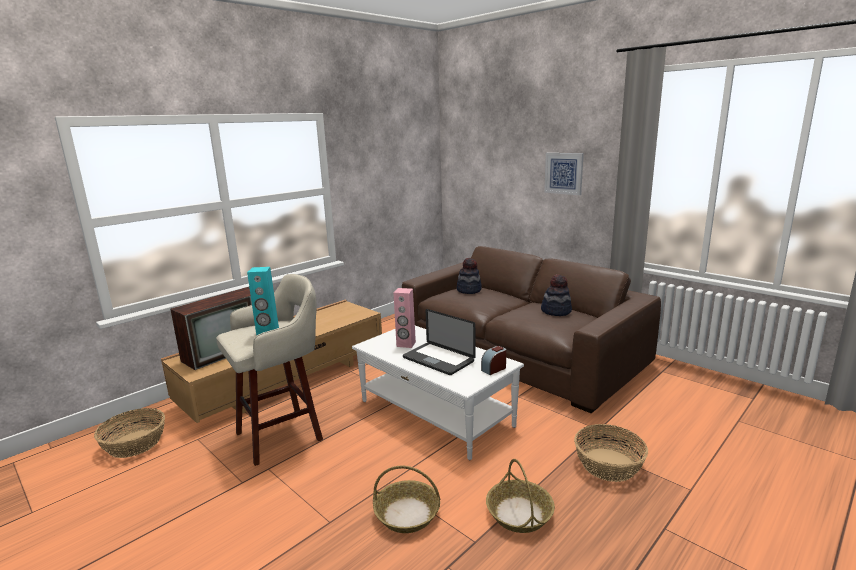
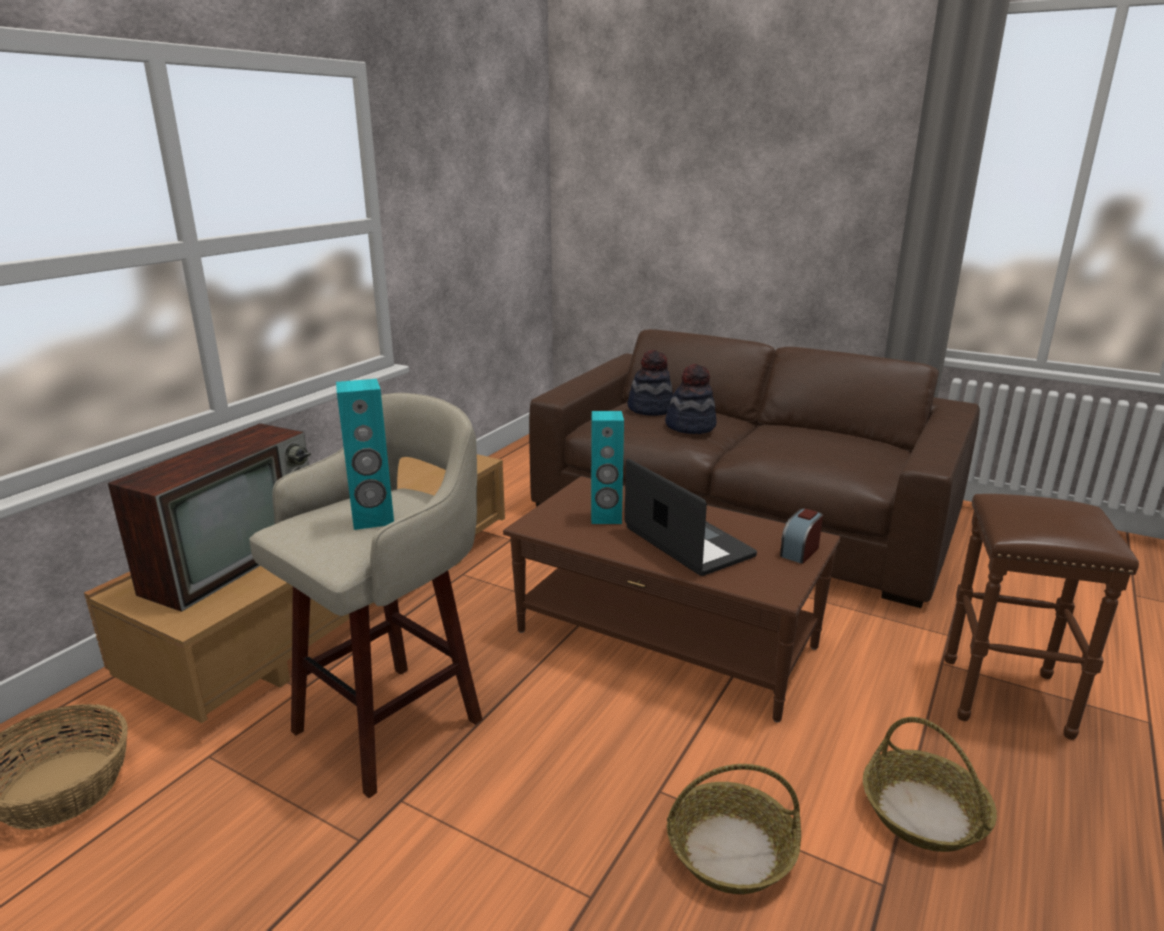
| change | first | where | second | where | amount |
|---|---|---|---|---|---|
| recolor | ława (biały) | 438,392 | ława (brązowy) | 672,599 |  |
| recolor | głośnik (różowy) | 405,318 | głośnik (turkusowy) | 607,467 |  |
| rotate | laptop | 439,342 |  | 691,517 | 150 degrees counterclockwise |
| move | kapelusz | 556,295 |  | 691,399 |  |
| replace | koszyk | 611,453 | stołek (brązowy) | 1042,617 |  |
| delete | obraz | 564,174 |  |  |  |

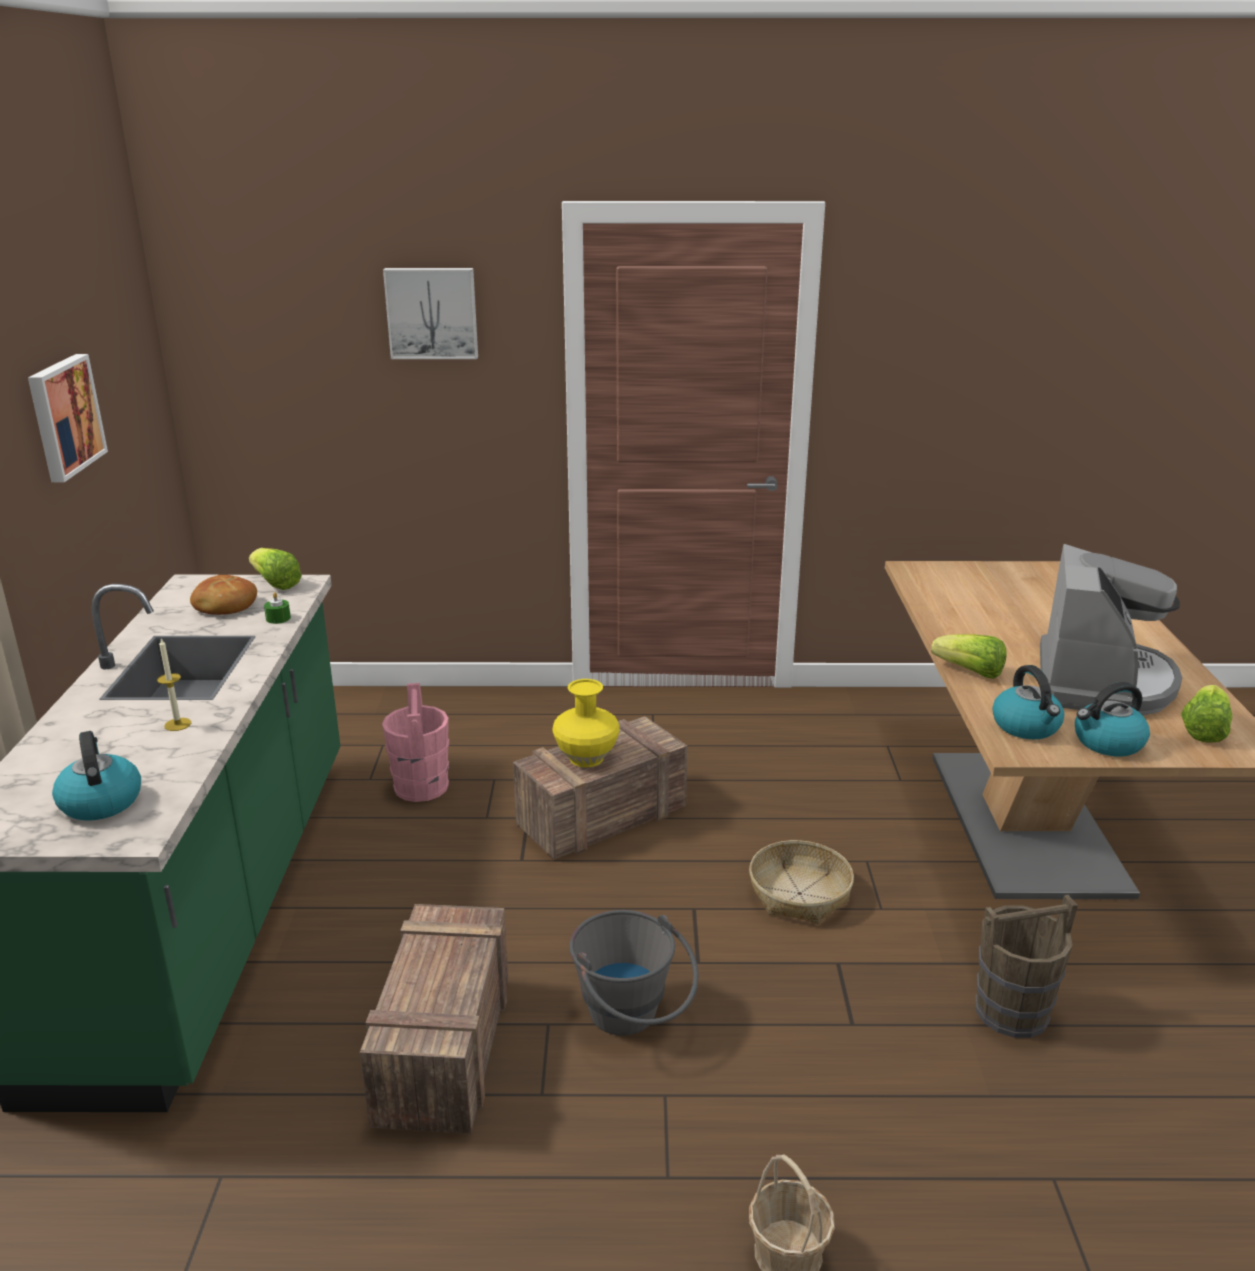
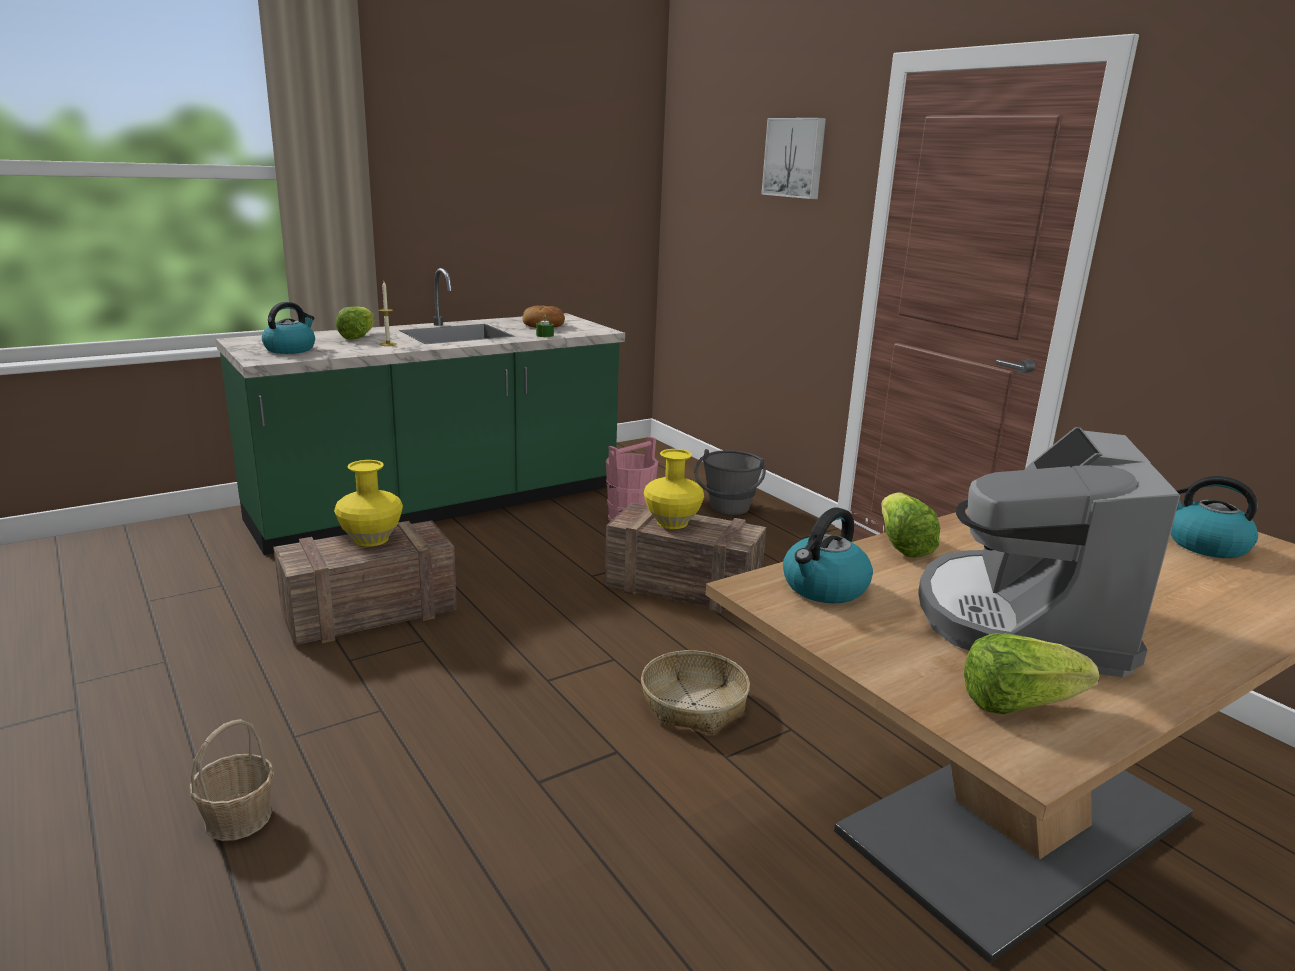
| change | first | where | second | where | amount |
|---|---|---|---|---|---|
| insert |  |  | wazon (żółty) | 368,503 |  |
| move | sałata | 275,569 |  | 355,323 |  |
| move | wiadro (szary) | 633,973 |  | 730,482 |  |
| rotate | ekspres do kawy | 1111,630 |  | 1049,552 | 120 degrees clockwise |
| move | czajnik | 1112,719 |  | 1214,517 |  |
| delete | obraz | 68,418 |  |  |  |
| delete | wiadro (brązowy) | 1026,966 |  |  |  |

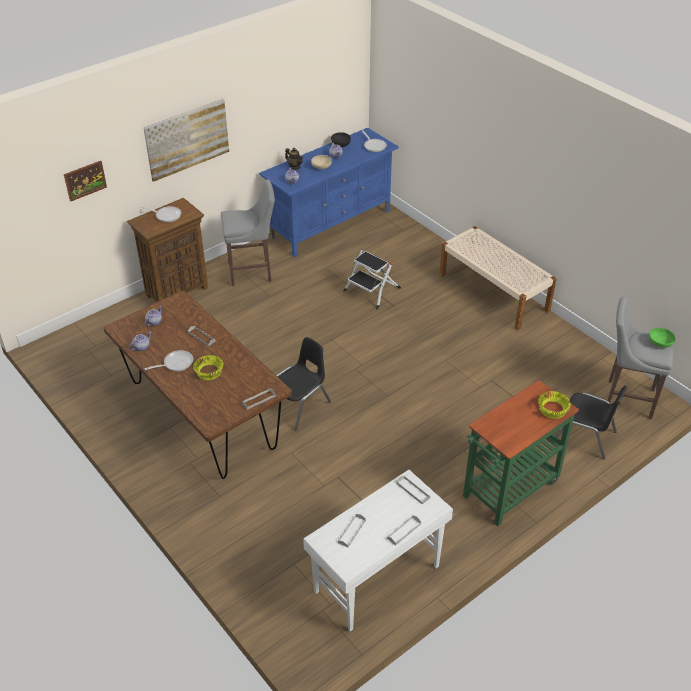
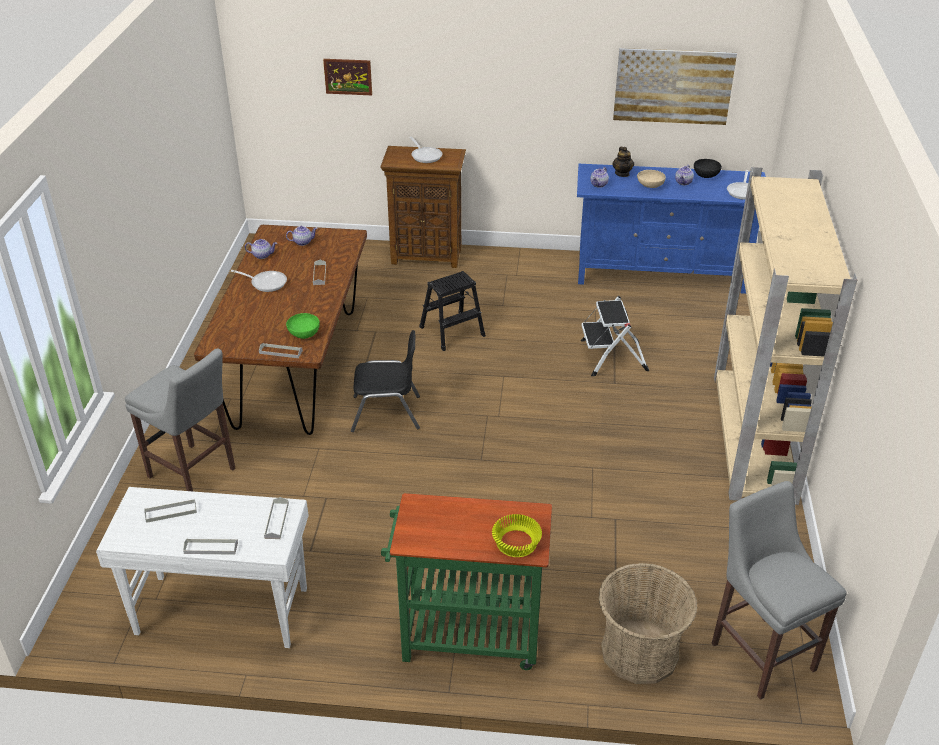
| change | first | where | second | where | amount |
|---|---|---|---|---|---|
| move | stołek (szary) | 248,232 |  | 180,419 |  |
| move | miska (zielony) | 662,338 |  | 303,326 |  |
| insert |  |  | drabinka (czarny) | 452,311 |  |
| replace | krzesło (czarny) | 591,422 | koszyk | 648,623 |  |
| move | obraz | 186,140 |  | 675,86 |  |
| replace | ławka (beżowy) | 498,278 | regał (beżowy) | 785,336 |  |
| delete | miska (żółty) | 208,367 |  |  |  |

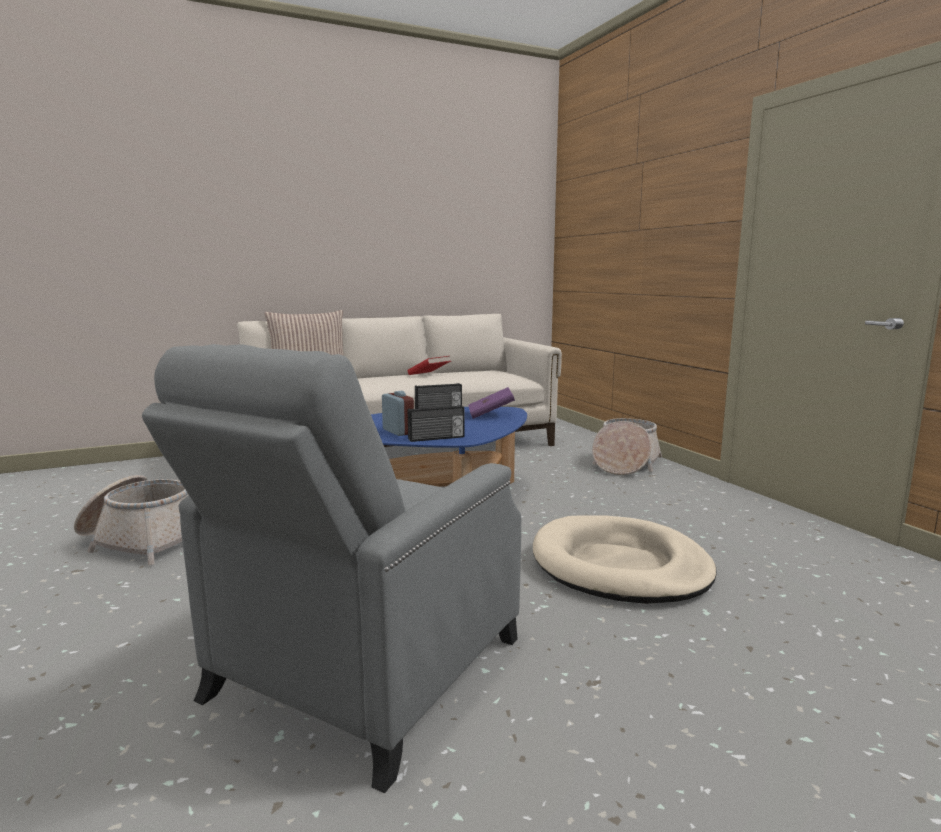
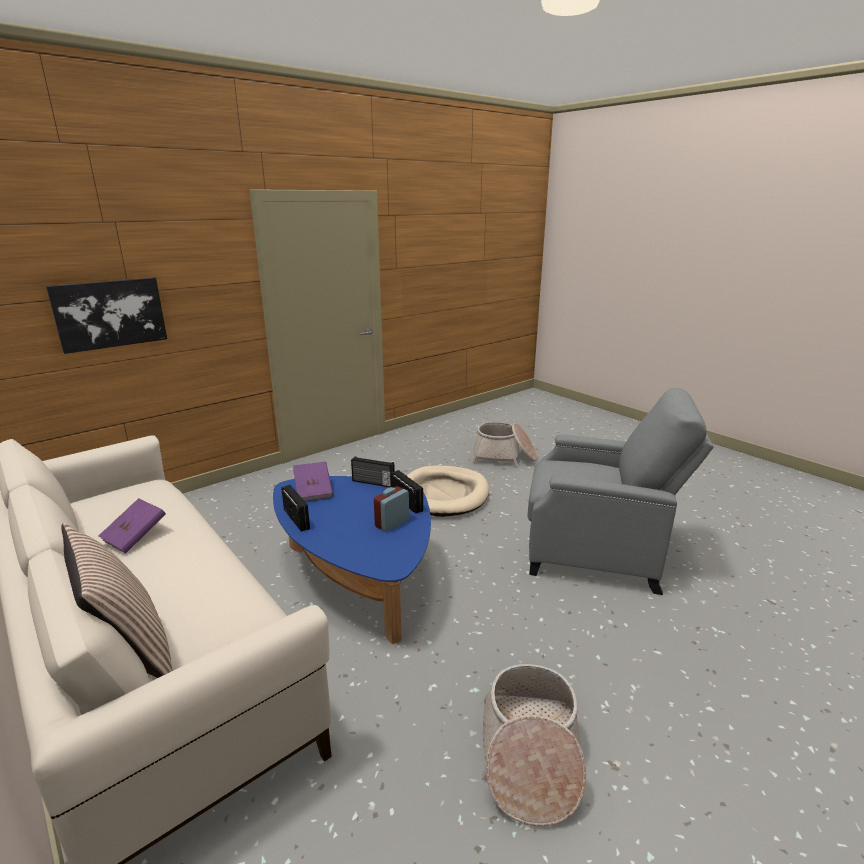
| change | first | where | second | where | amount |
|---|---|---|---|---|---|
| insert |  |  | obraz | 106,315 |  |
| recolor | książka (czerwony) | 429,365 | książka (fioletowy) | 132,526 |  |
| insert |  |  | radio | 373,471 |  |
| move | koszyk | 627,446 |  | 504,444 |  |

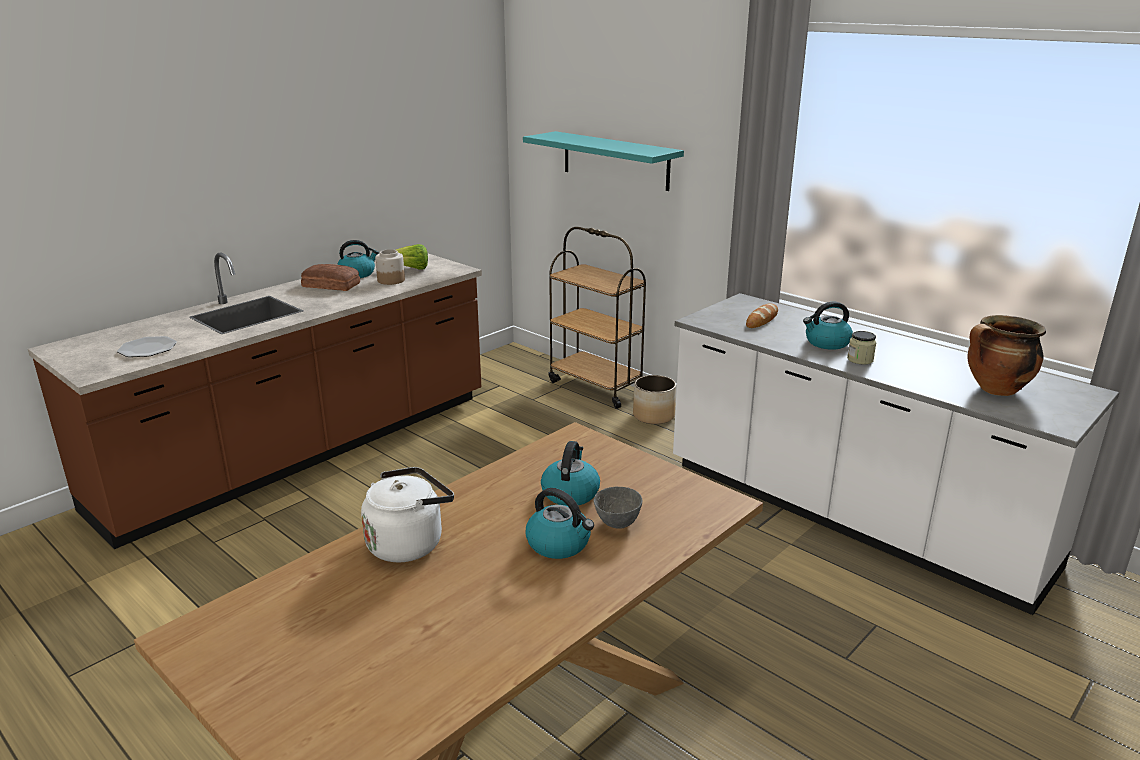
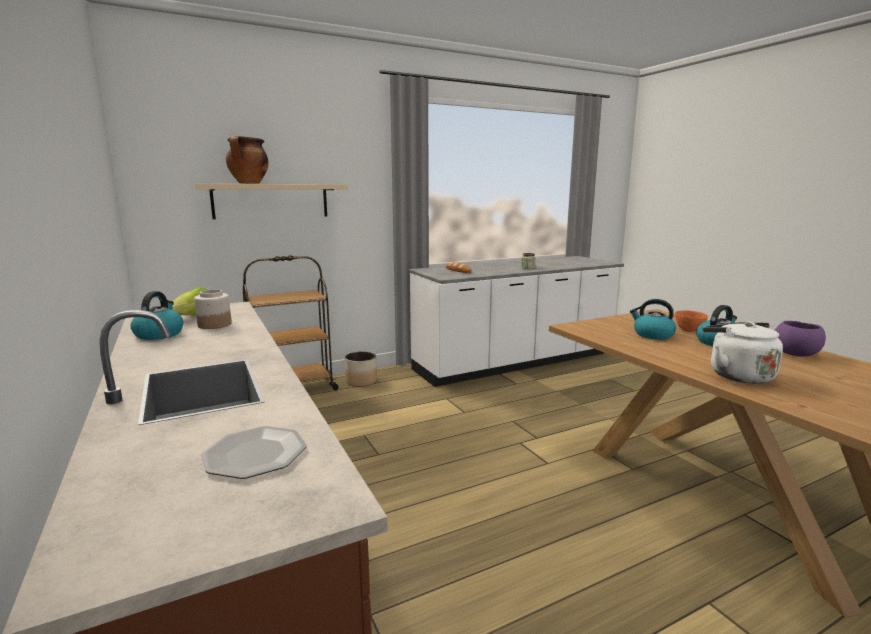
| change | first | where | second | where | amount |
|---|---|---|---|---|---|
| recolor | półka (turkusowy) | 603,161 | półka (beżowy) | 271,201 |  |
| move | garnek | 1006,355 |  | 247,160 |  |
| recolor | miska (szary) | 617,508 | miska (pomarańczowy) | 691,321 |  |
| insert |  |  | miska (fioletowy) | 800,339 |  |
| delete | chleb | 330,277 |  |  |  |
| delete | czajnik | 828,326 |  |  |  |

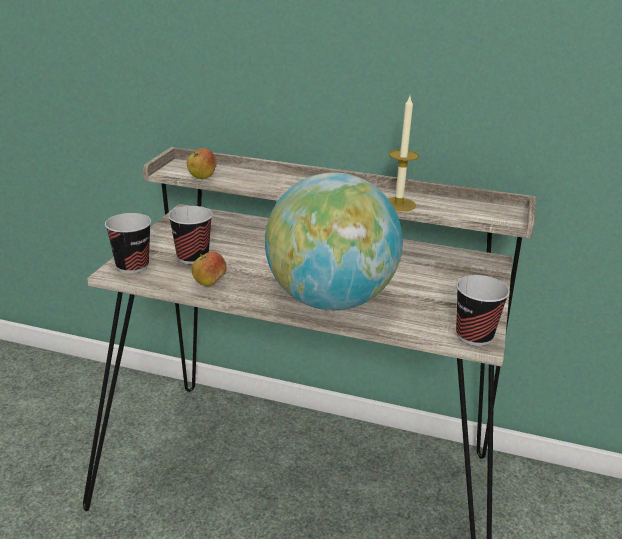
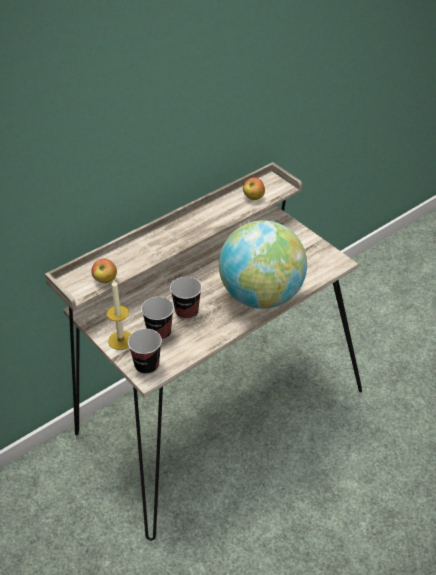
| change | first | where | second | where | amount |
|---|---|---|---|---|---|
| move | świeca | 403,153 |  | 118,315 |  |
| move | filiżanka | 483,310 |  | 186,298 |  |
| move | jabłko | 209,268 |  | 254,188 |  |

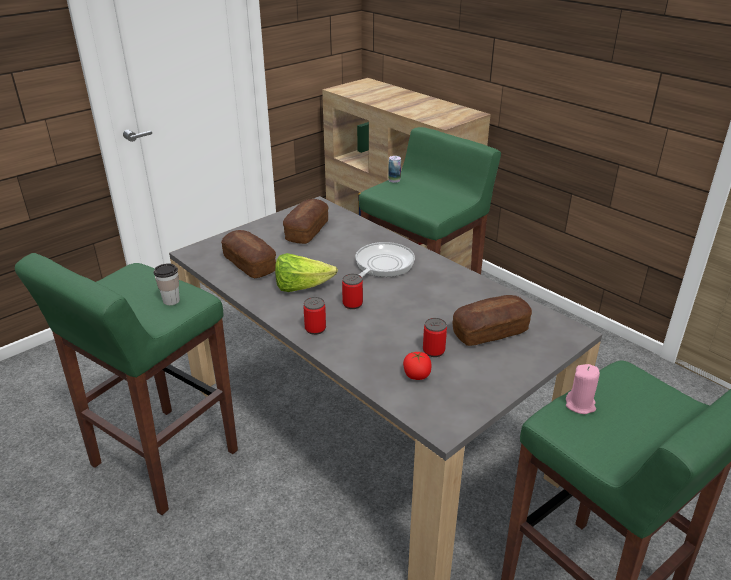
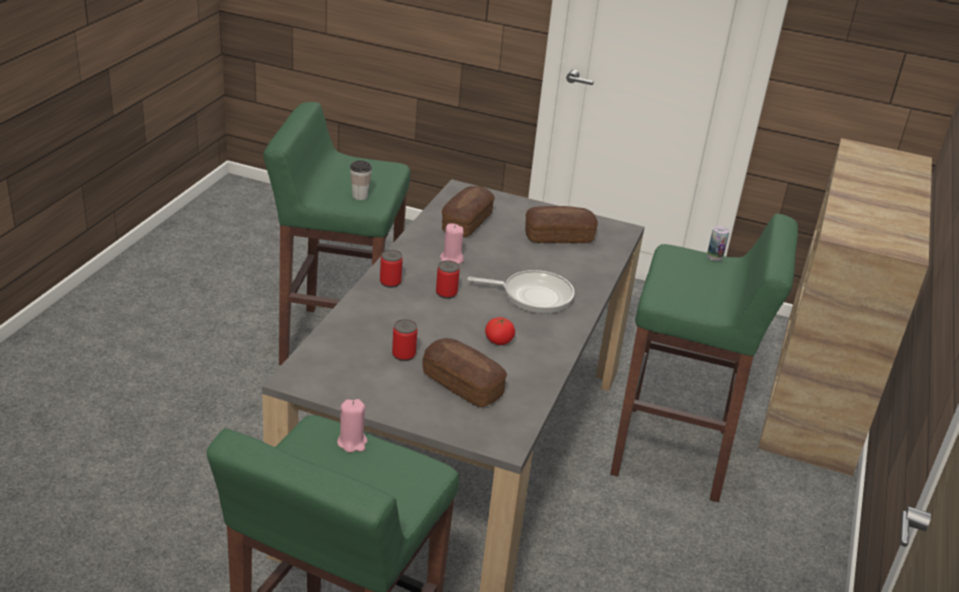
| change | first | where | second | where | amount |
|---|---|---|---|---|---|
| replace | sałata | 306,272 | świeca (różowy) | 452,243 |  |
| move | pomidor | 417,366 |  | 500,331 |  |

